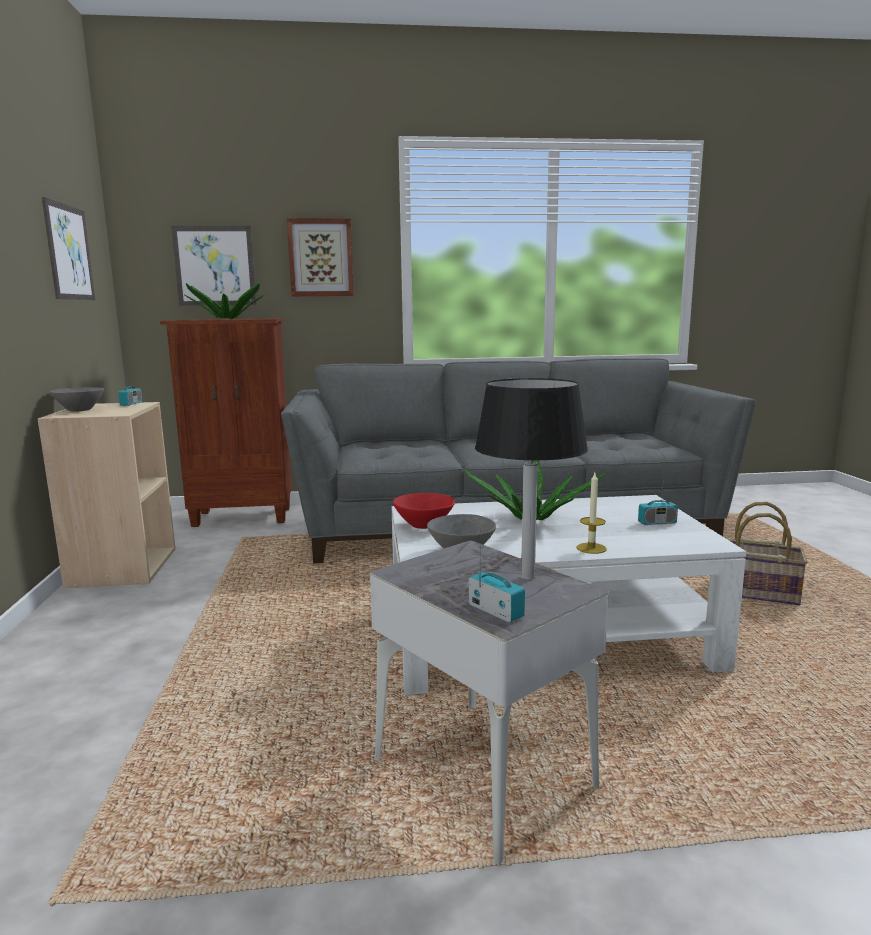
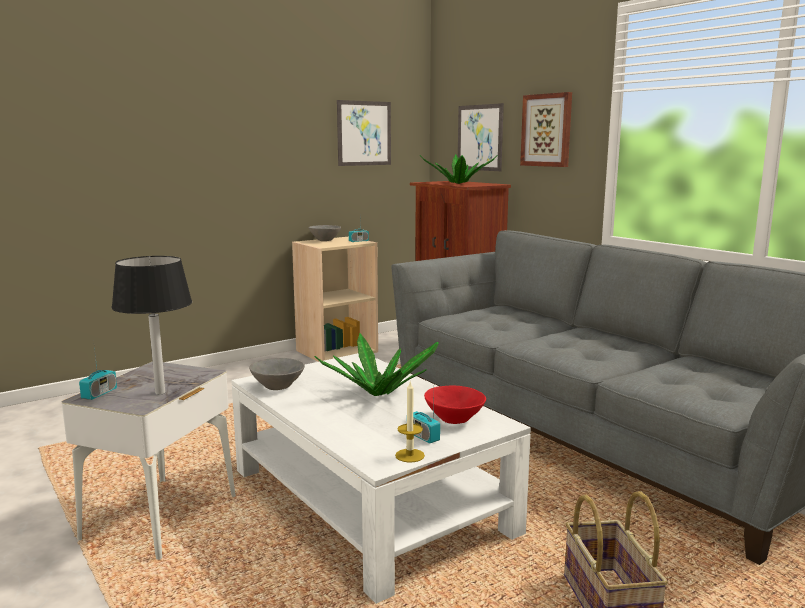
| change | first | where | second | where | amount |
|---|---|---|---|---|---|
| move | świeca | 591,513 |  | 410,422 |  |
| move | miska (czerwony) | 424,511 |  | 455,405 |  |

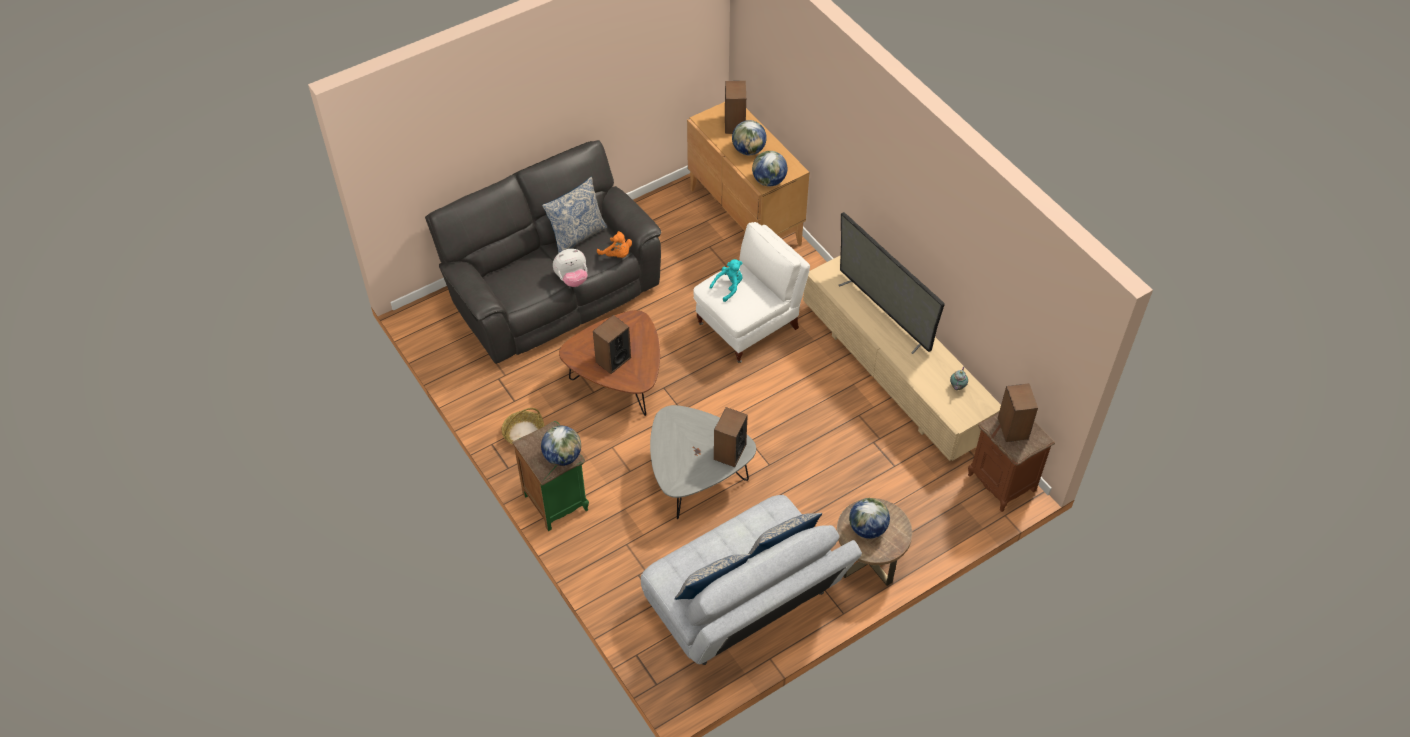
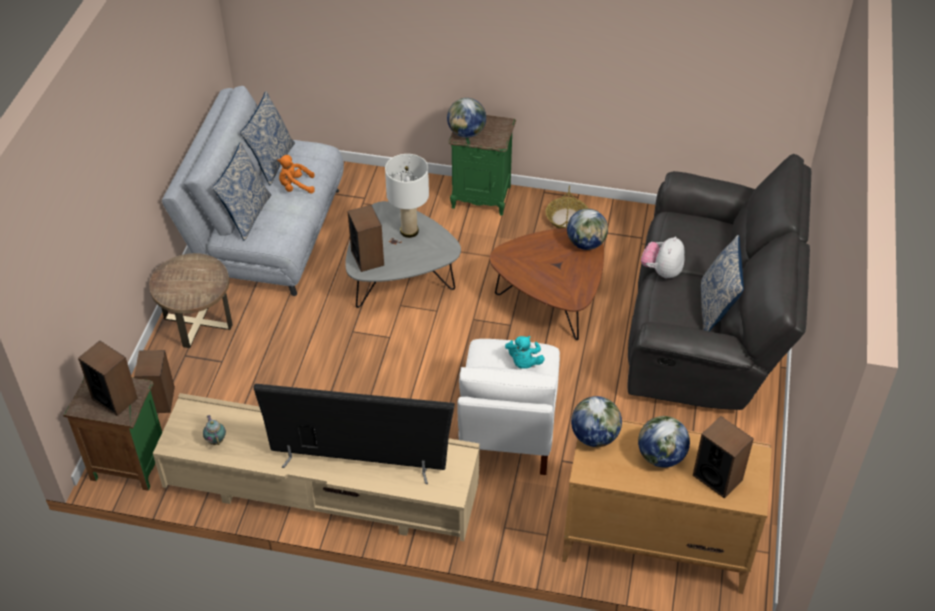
| change | first | where | second | where | amount |
|---|---|---|---|---|---|
| recolor | szafka nocna (brązowy) | 1011,462 | szafka nocna (zielony) | 112,434 |  |
| move | głośnik | 612,344 |  | 154,381 |  |
| move | pluszak (pomarańczowy) | 614,244 |  | 296,174 |  |
| insert |  |  | lampa stołowa (biały) | 407,196 |  |
| move | globus | 869,518 |  | 587,229 |  |

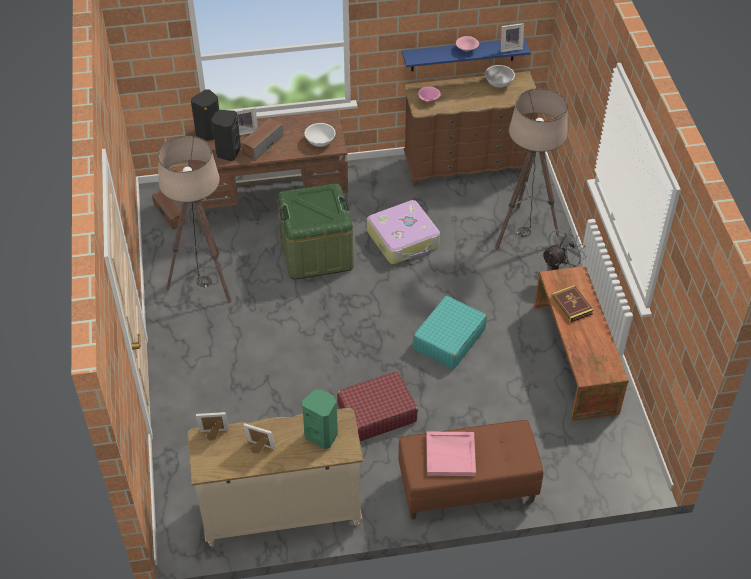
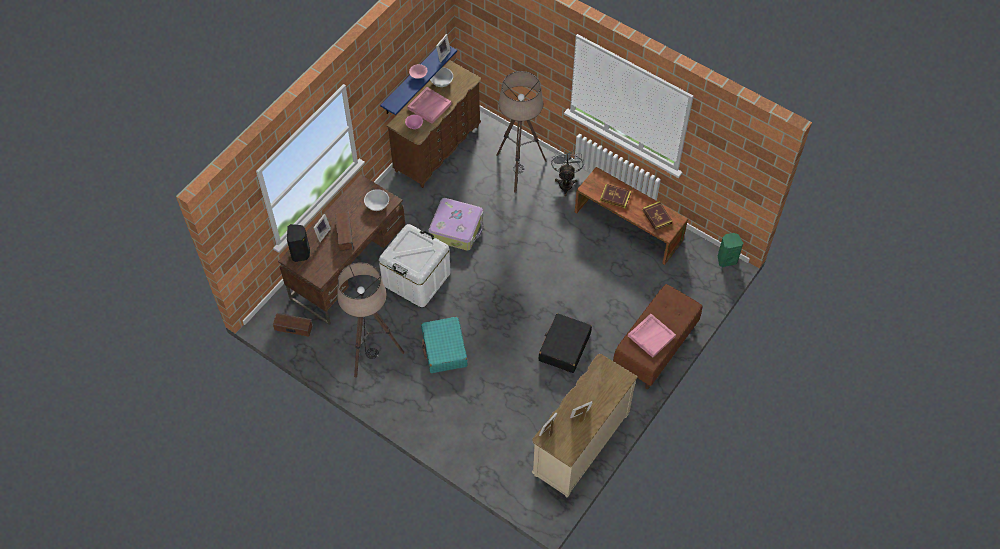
| change | first | where | second | where | amount |
|---|---|---|---|---|---|
| recolor | pojemnik do przechowywania (zielony) | 315,231 | pojemnik do przechowywania (biały) | 415,266 |  |
| insert |  |  | taca (różowy) | 429,105 |  |
| move | walizka (turkusowy) | 450,332 |  | 444,345 |  |
| recolor | walizka (czerwony) | 377,406 | walizka (czarny) | 565,343 |  |
| insert |  |  | książka | 657,216 |  |
| move | głośnik (zielony) | 320,419 |  | 730,250 |  |
| delete | głośnik (czarny) | 226,135 |  |  |  |

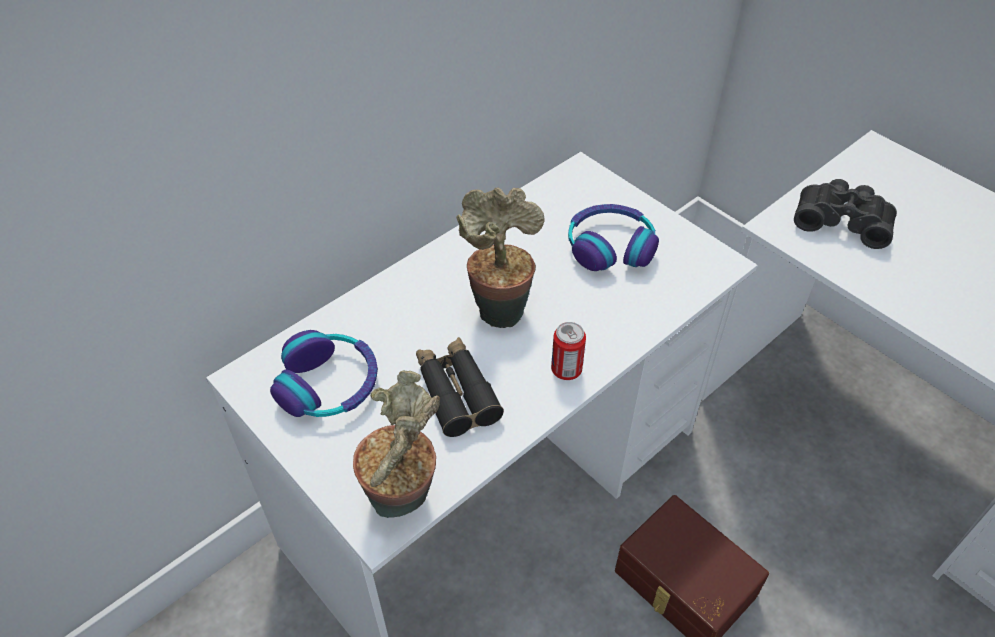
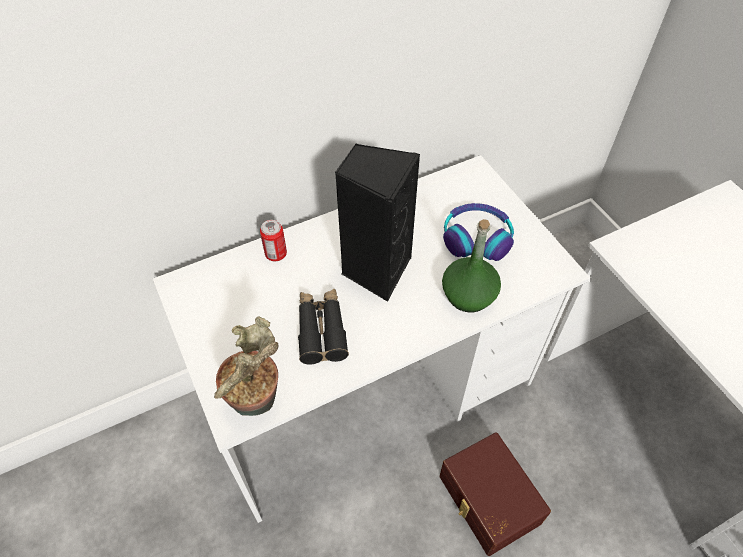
| change | first | where | second | where | amount |
|---|---|---|---|---|---|
| move | puszka | 568,351 |  | 273,240 |  |
| replace | roślina doniczkowa | 500,258 | głośnik (czarny) | 377,222 |  |
| insert |  |  | butelka (zielony) | 471,265 |  |
| delete | słuchawki | 324,373 |  |  |  |
| delete | lornetka (czarny) | 845,214 |  |  |  |

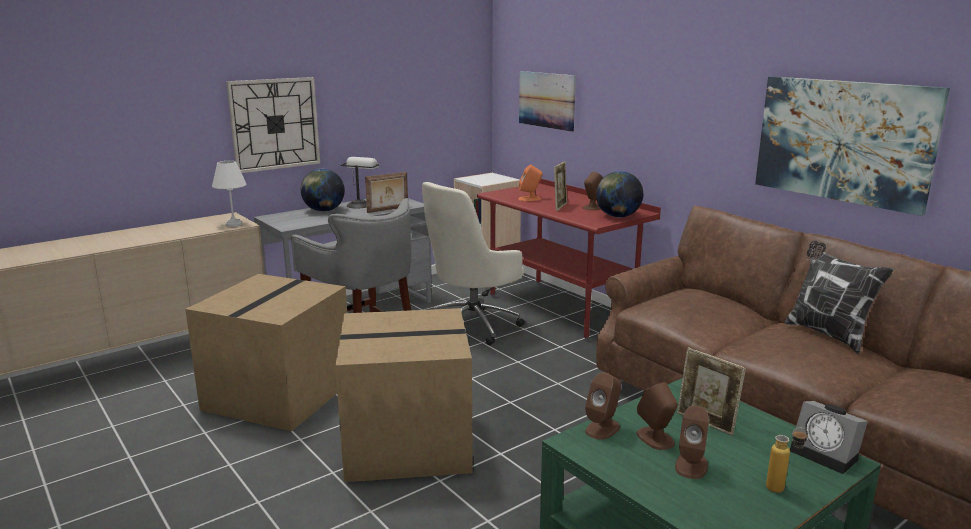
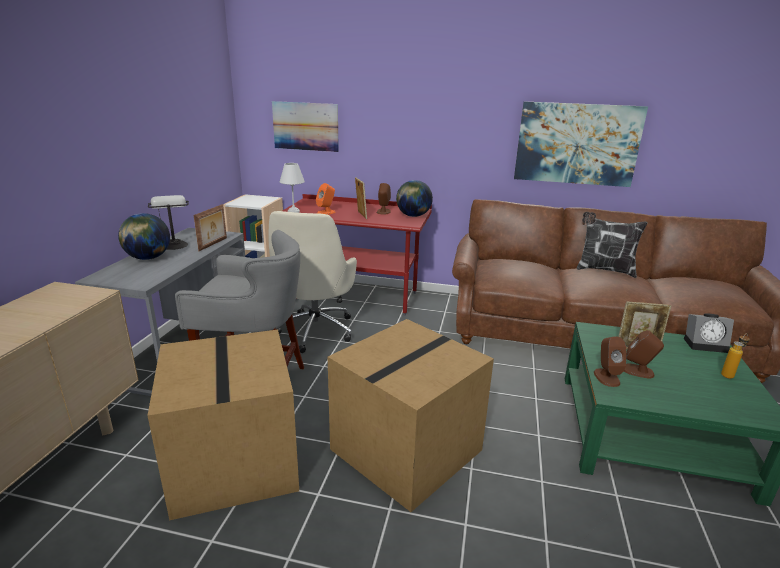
| change | first | where | second | where | amount |
|---|---|---|---|---|---|
| move | lampa stołowa (biały) | 229,194 |  | 292,188 |  |
| delete | zegar ścienny | 273,125 |  |  |  |
| delete | głośnik (brązowy) | 692,442 |  |  |  |

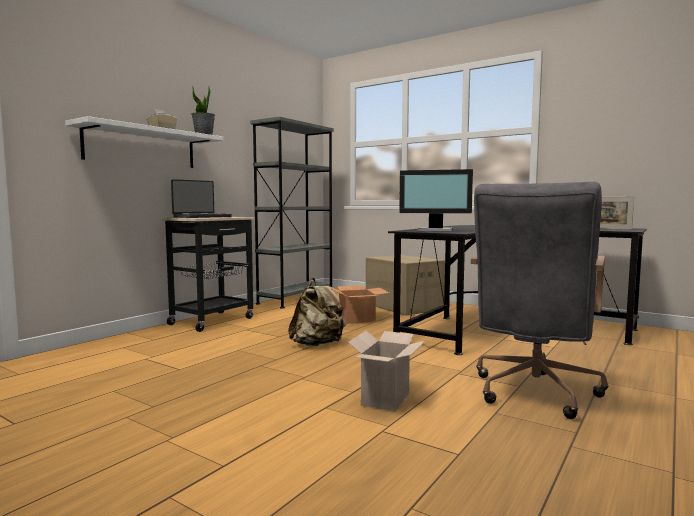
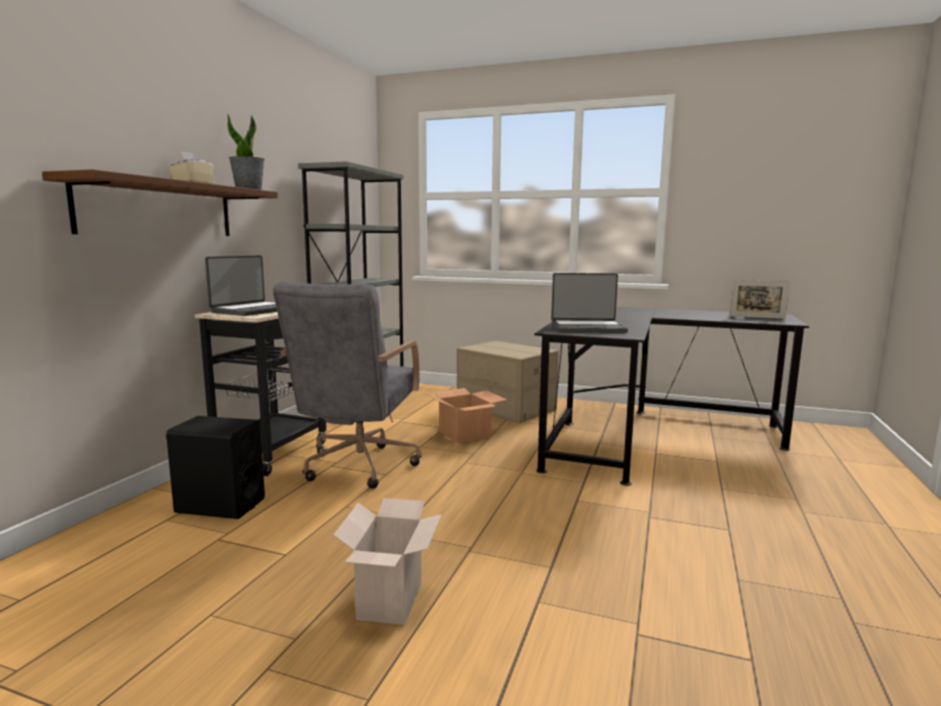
| change | first | where | second | where | amount |
|---|---|---|---|---|---|
| recolor | półka (biały) | 144,142 | półka (brązowy) | 160,202 |  |
| insert |  |  | głośnik (czarny) | 215,467 |  |
| move | krzesło biurowe (szary) | 540,300 |  | 347,385 |  |
| move | karton | 386,371 |  | 387,561 |  |
| replace | monitor | 436,200 | laptop | 589,303 |  |
| delete | plecak (beżowy) | 317,312 |  |  |  |

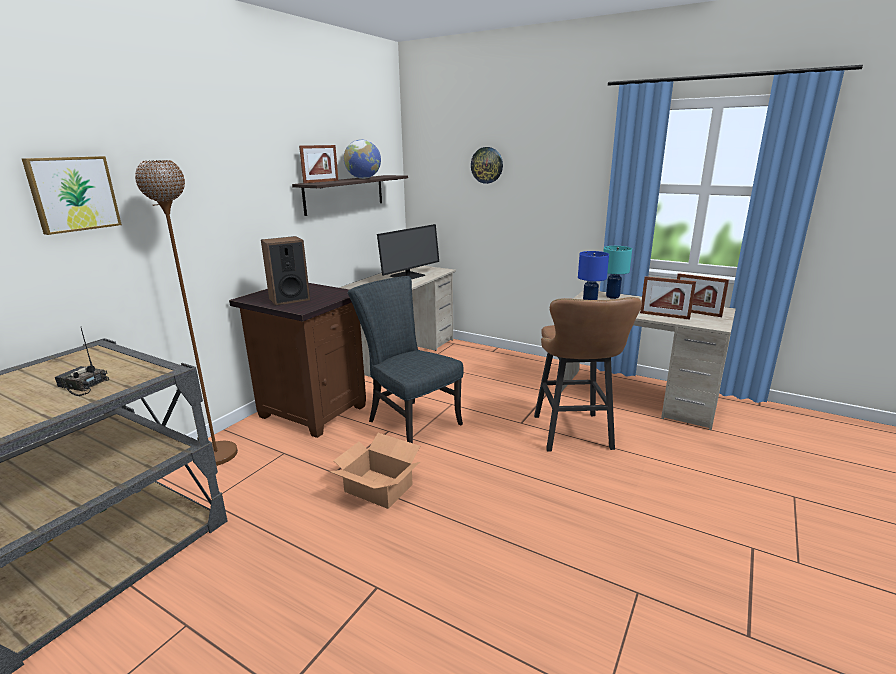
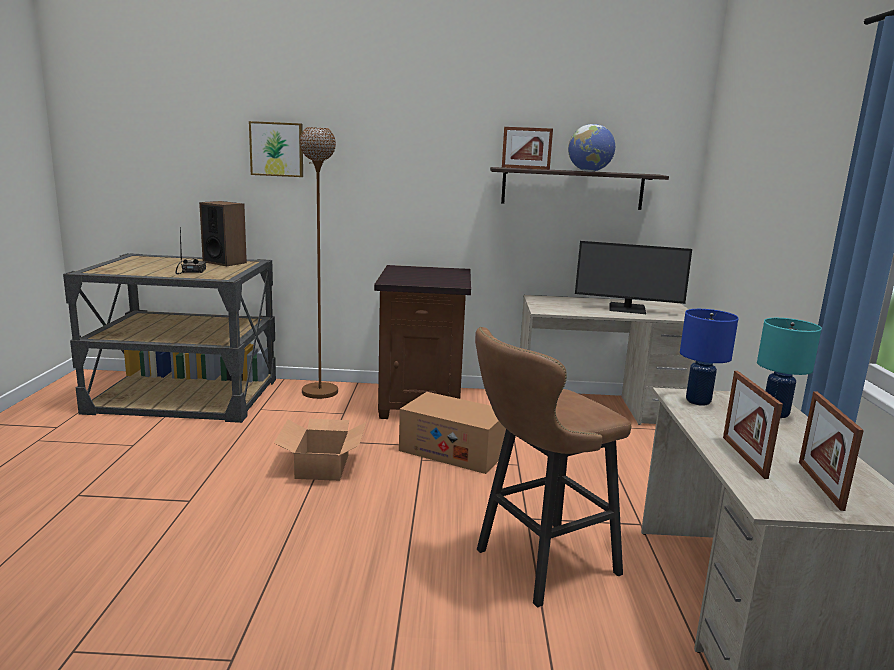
| change | first | where | second | where | amount |
|---|---|---|---|---|---|
| move | głośnik | 285,271 |  | 223,233 |  |
| replace | krzesło (szary) | 405,359 | karton | 452,433 |  |
| delete | zegar ścienny | 487,165 |  |  |  |

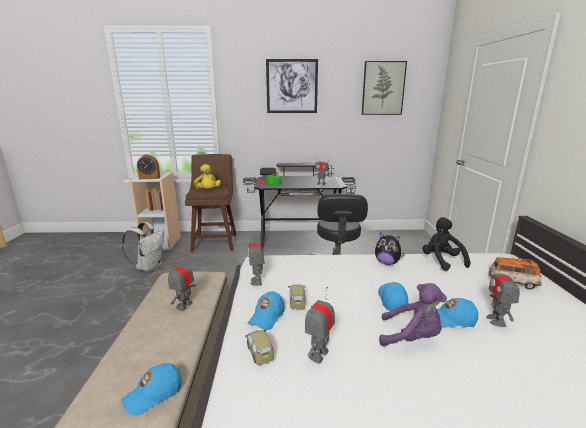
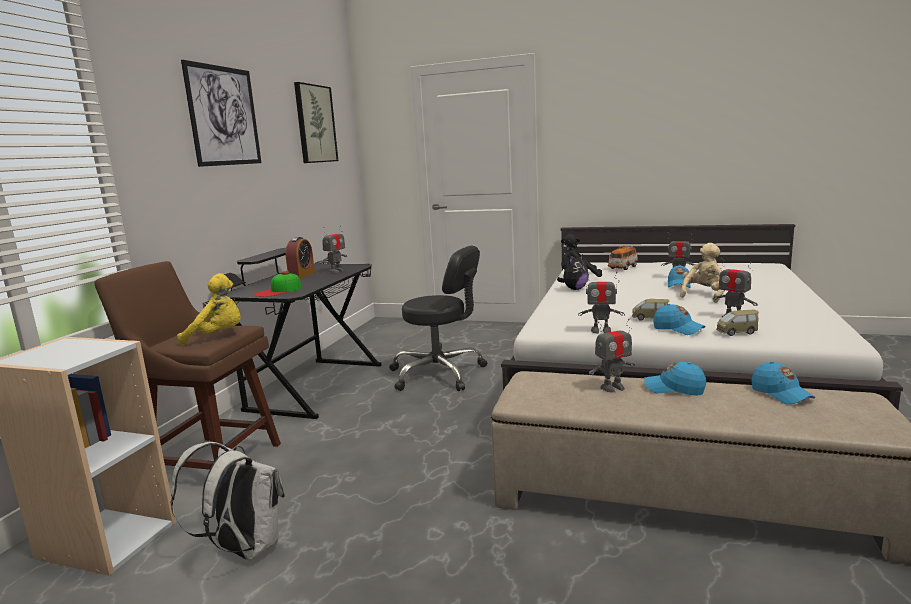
| change | first | where | second | where | amount |
|---|---|---|---|---|---|
| move | budzik | 148,166 |  | 300,258 |  |
| rotate | robot zabawkowy | 182,283 |  | 612,355 | 60 degrees counterclockwise |
| move | czapka z daszkiem (niebieski) | 393,296 |  | 675,378 |  |
| recolor | pluszak (fioletowy) | 413,314 | pluszak (beżowy) | 702,273 |  |

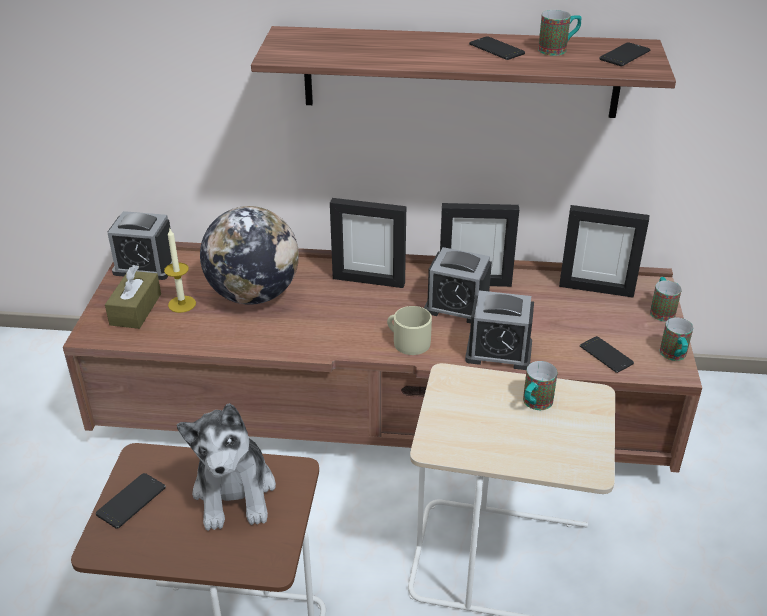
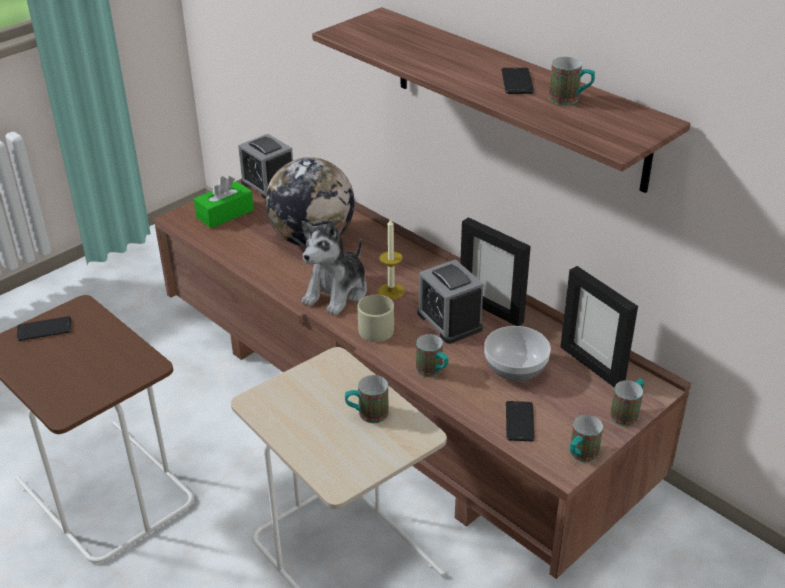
| change | first | where | second | where | amount |
|---|---|---|---|---|---|
| recolor | pudełko chusteczek (brązowy) | 133,297 | pudełko chusteczek (zielony) | 224,202 |  |
| move | pluszak | 226,467 |  | 334,268 |  |
| move | świeca | 180,271 |  | 391,258 |  |
| replace | budzik | 499,330 | kubek | 432,355 |  |
| insert |  |  | miska | 517,354 |  |
| delete | ramka na zdjęcie | 368,243 |  |  |  |
| delete | telefon | 625,54 |  |  |  |

